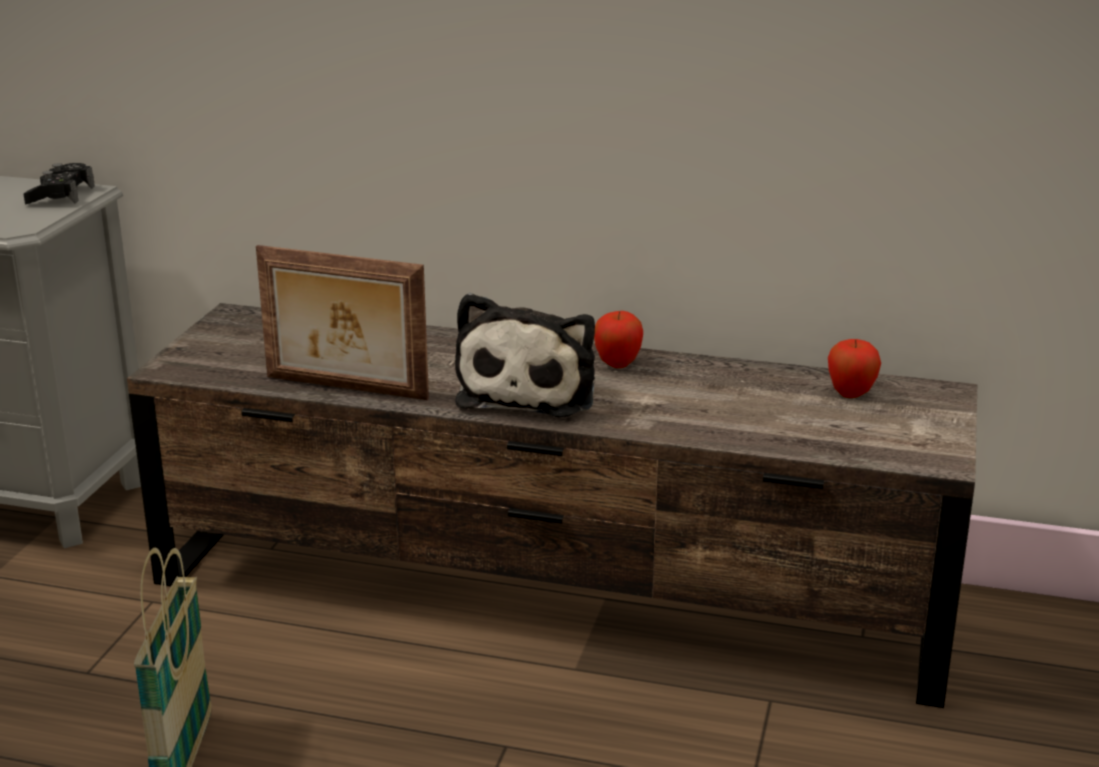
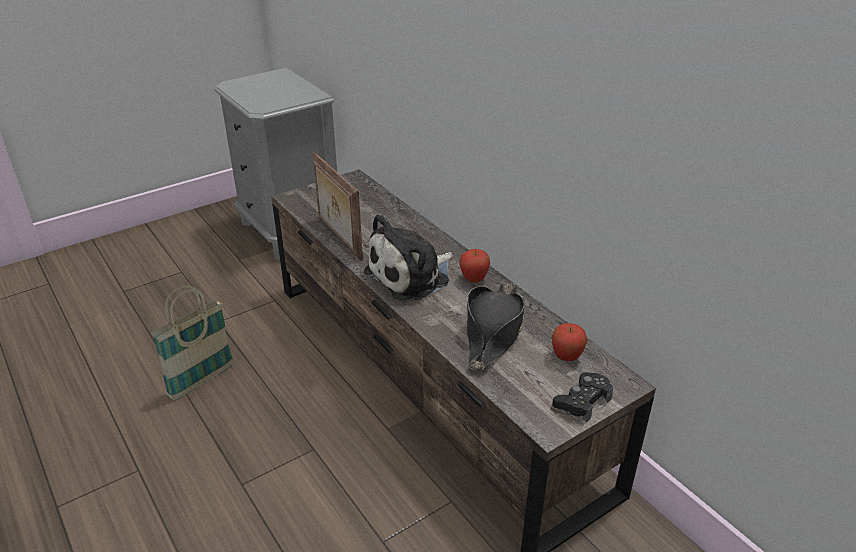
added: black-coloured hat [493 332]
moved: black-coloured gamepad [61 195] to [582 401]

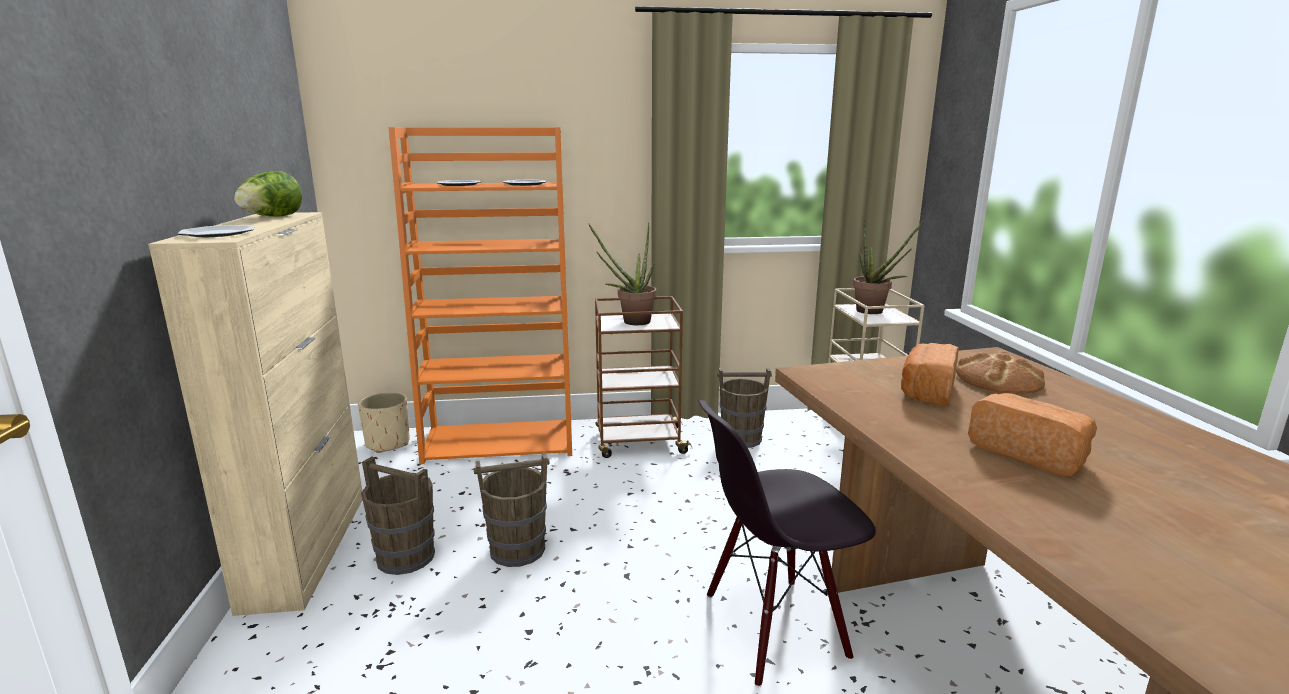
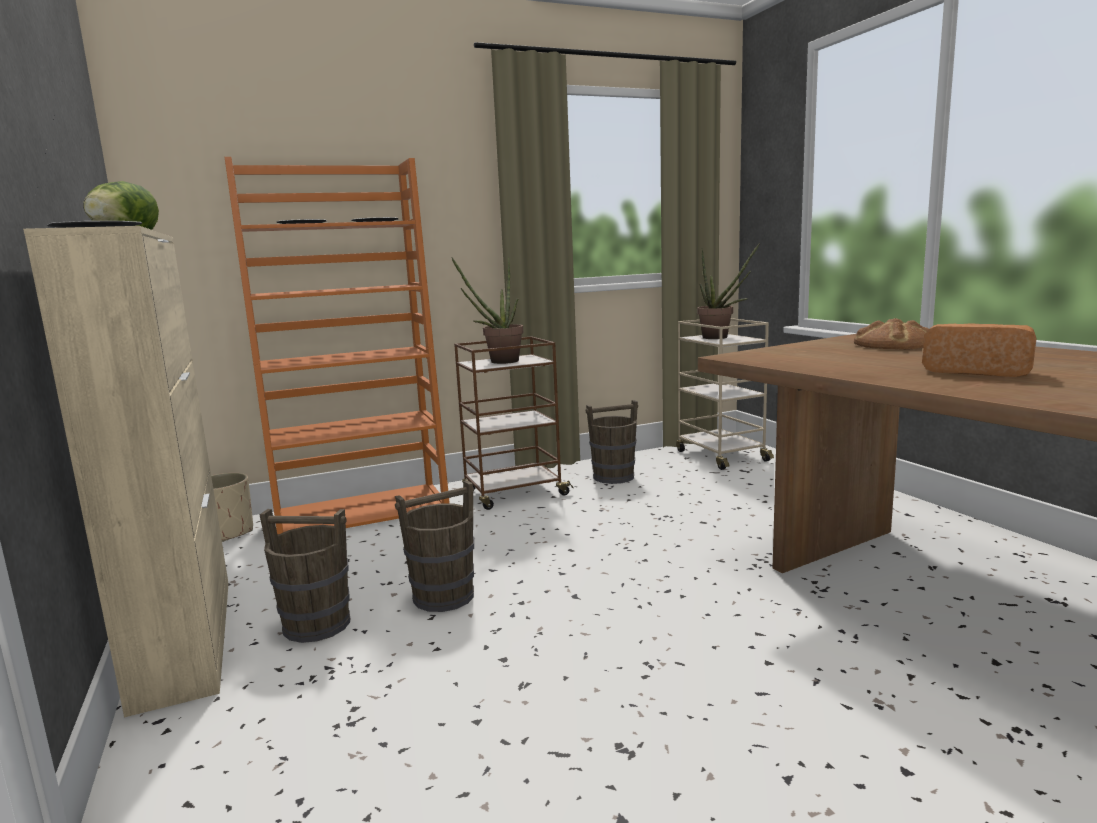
removed: bread [926 391]; black-coloured chair [774 628]

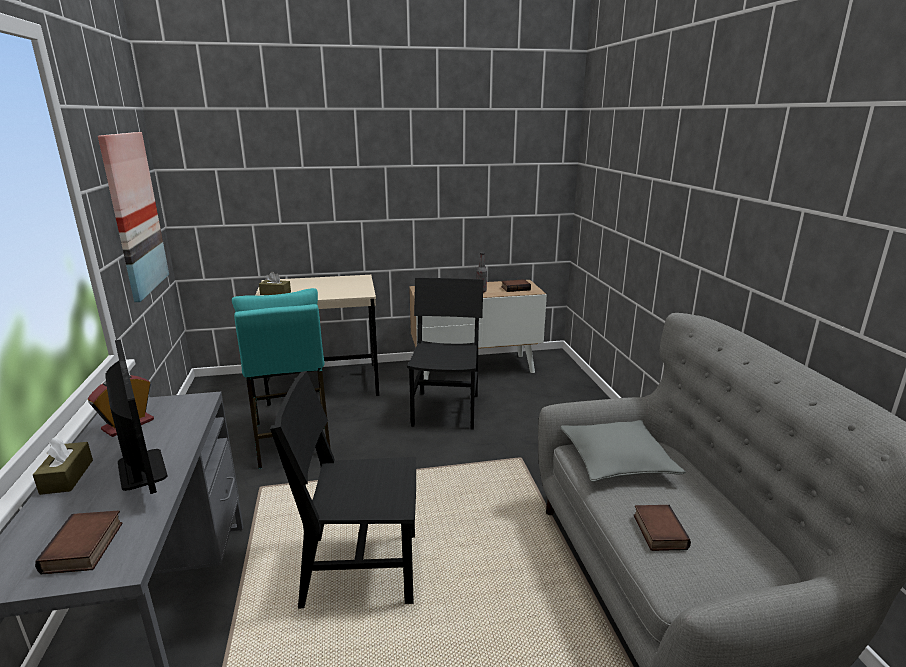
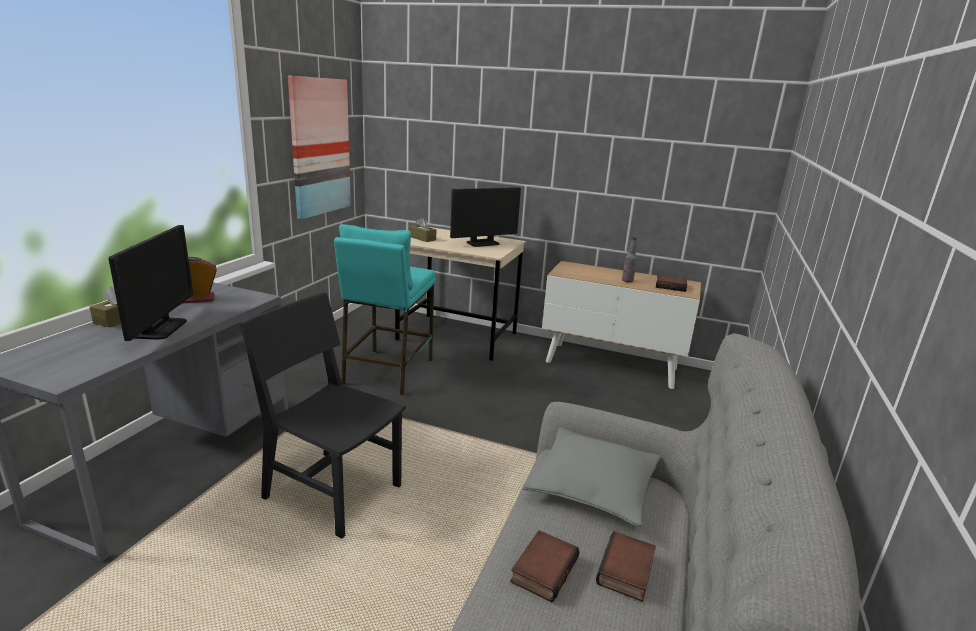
removed: black-coloured chair [446 410]
added: computer screen [483 243]
moved: book [85 548] to [627 572]

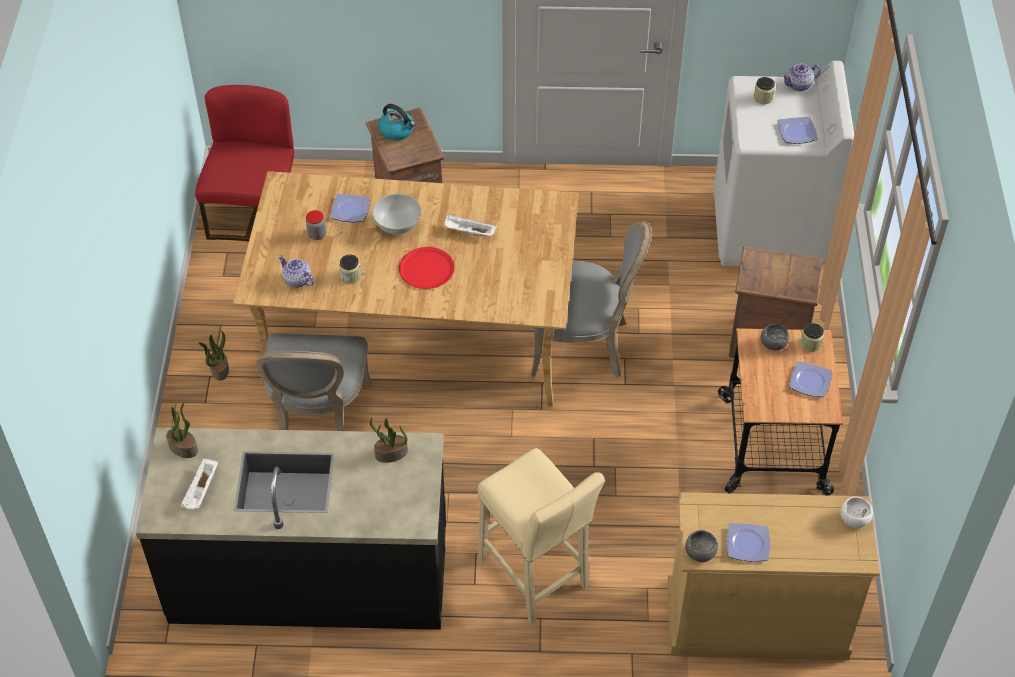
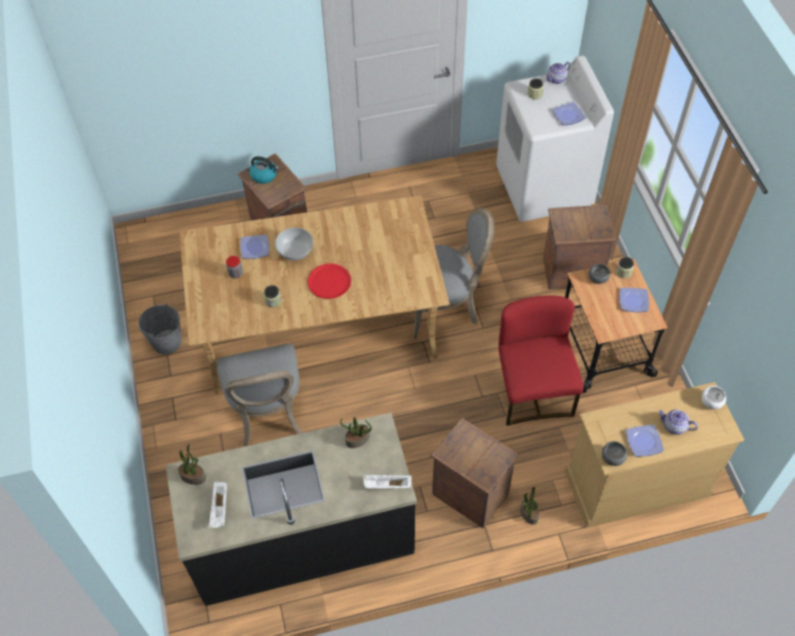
added: greyish pail [166 342]
moved: red-coloured chair [255 213] to [533 391]; white-coloured carrying tray [469 232] to [386 485]; tea pot [297 280] to [674 426]; plant in a pot [219 369] to [528 514]
replaced: sand-coloured sitting stool [535 577] to packing crate [470 494]

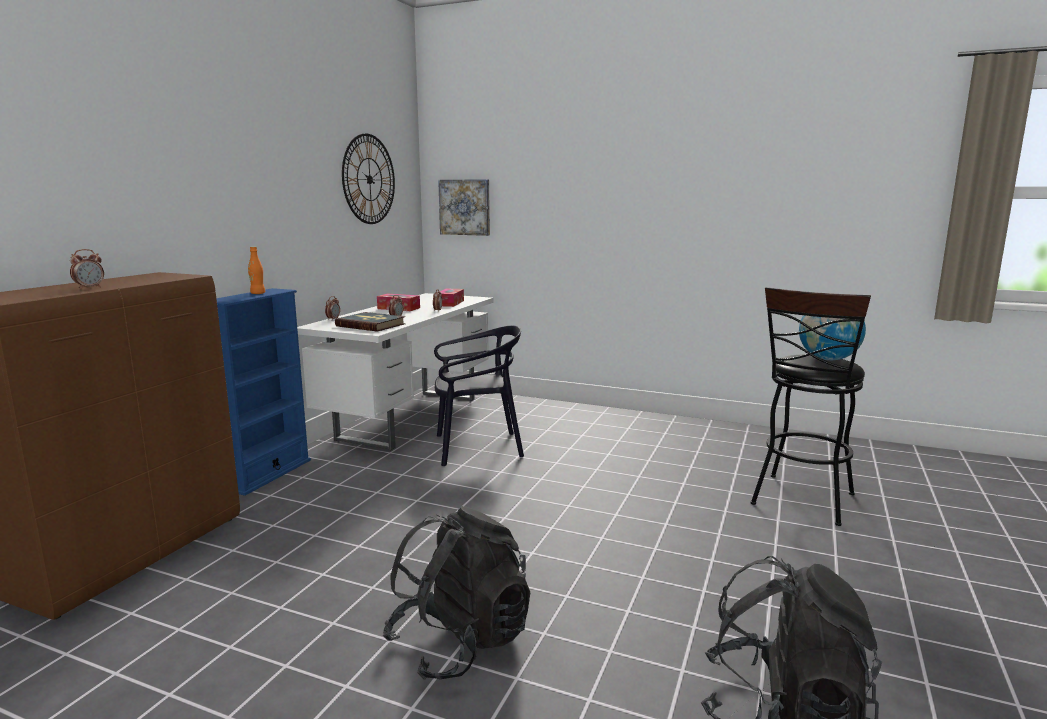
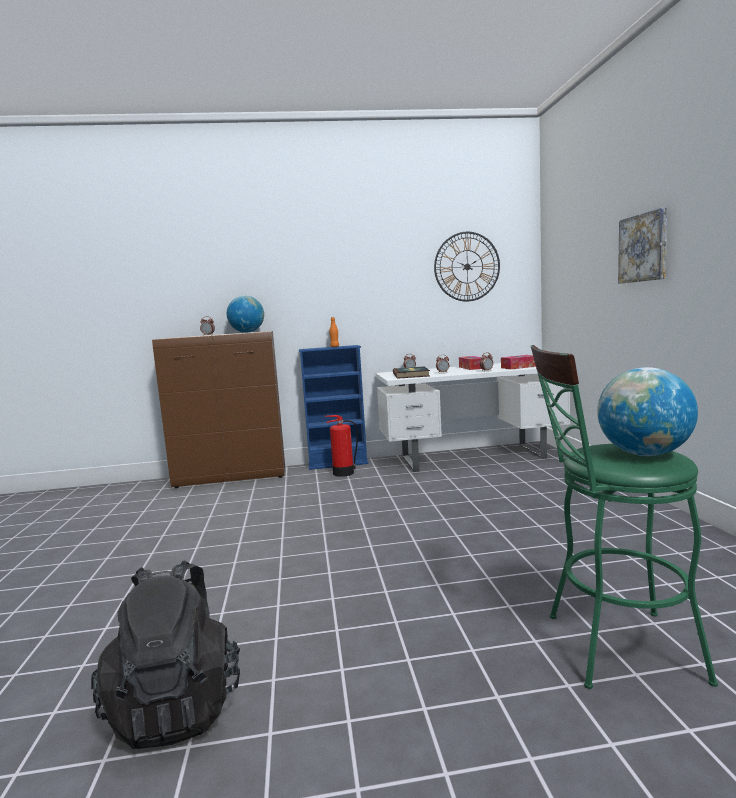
removed: black-coloured chair [477 447]; black-coloured knapsack [460 642]
added: globe [247 332]; fire-fighting cylinder [343 473]
moved: picture [465 207] to [643 248]
recoloured: black-coloured sitting stool [801 502] to green-coloured sitting stool [610 647]

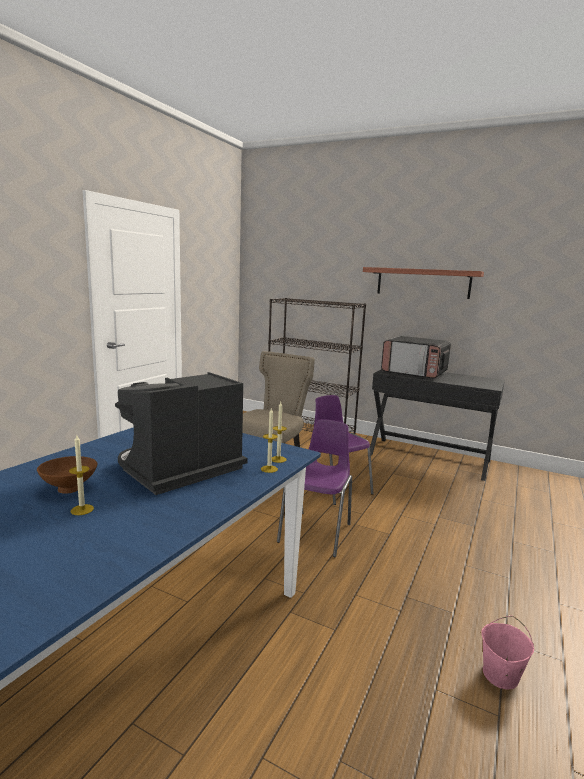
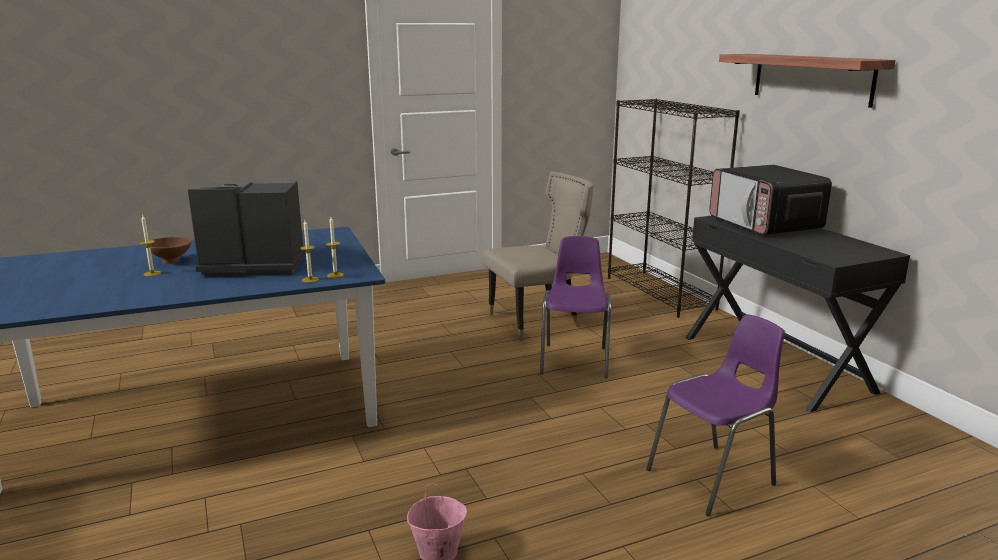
moved: purple-coloured chair [317 532] to [714 477]

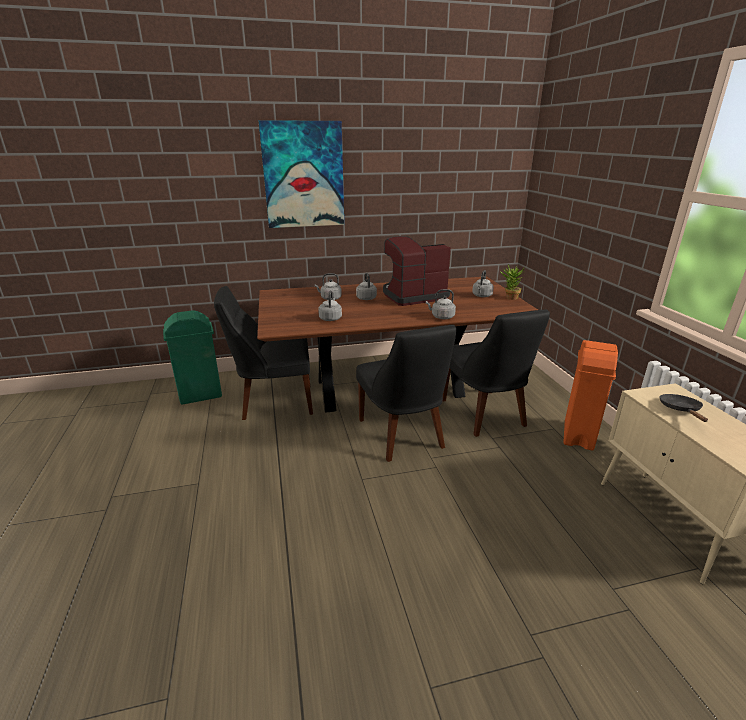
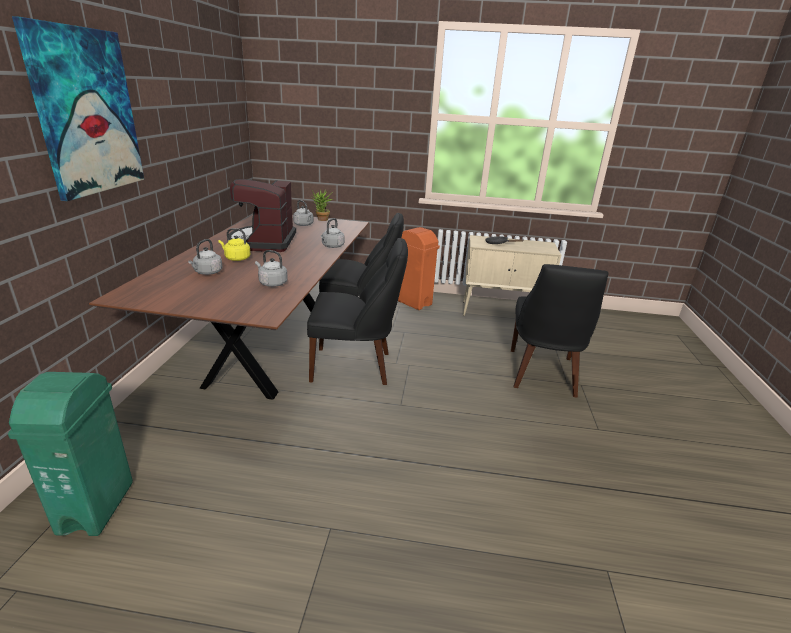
moved: black-coloured chair [274 402] to [542 374]
recoloured: greyish tea kettle [366 298] to yellow-coloured tea kettle [236 258]

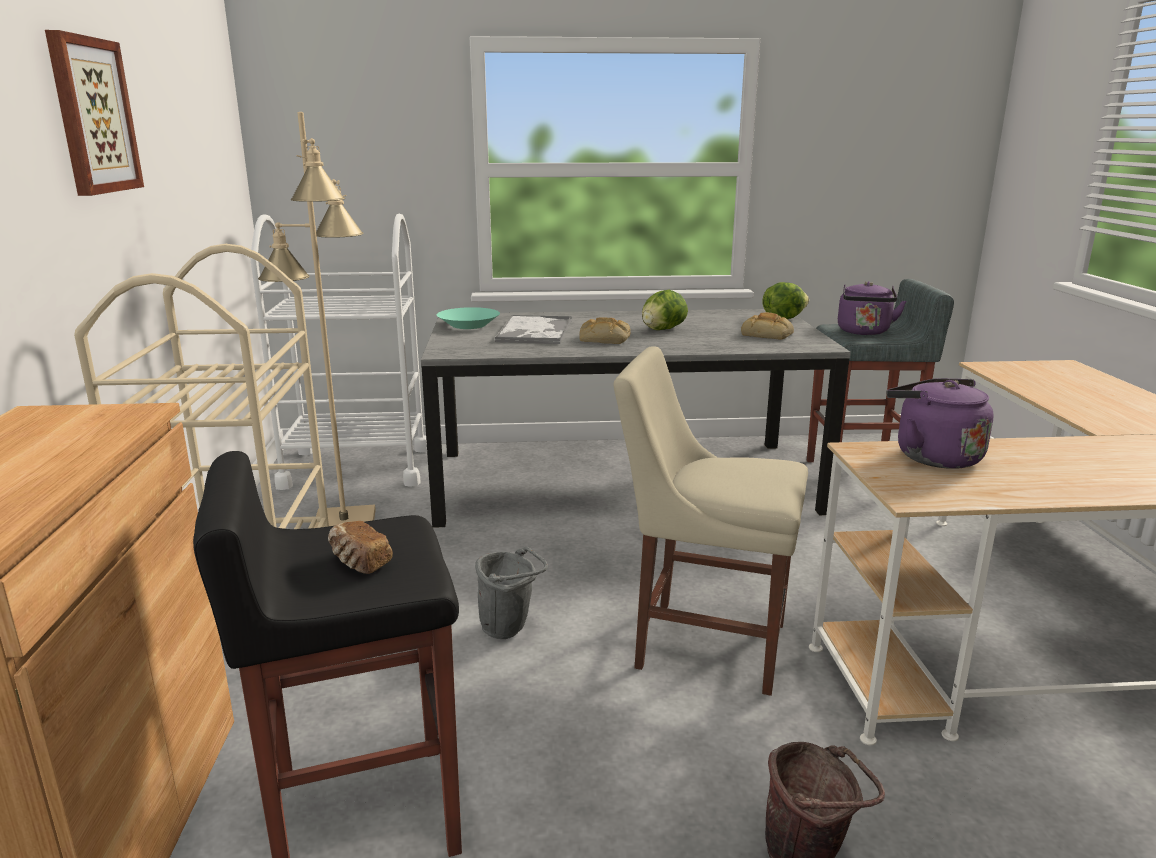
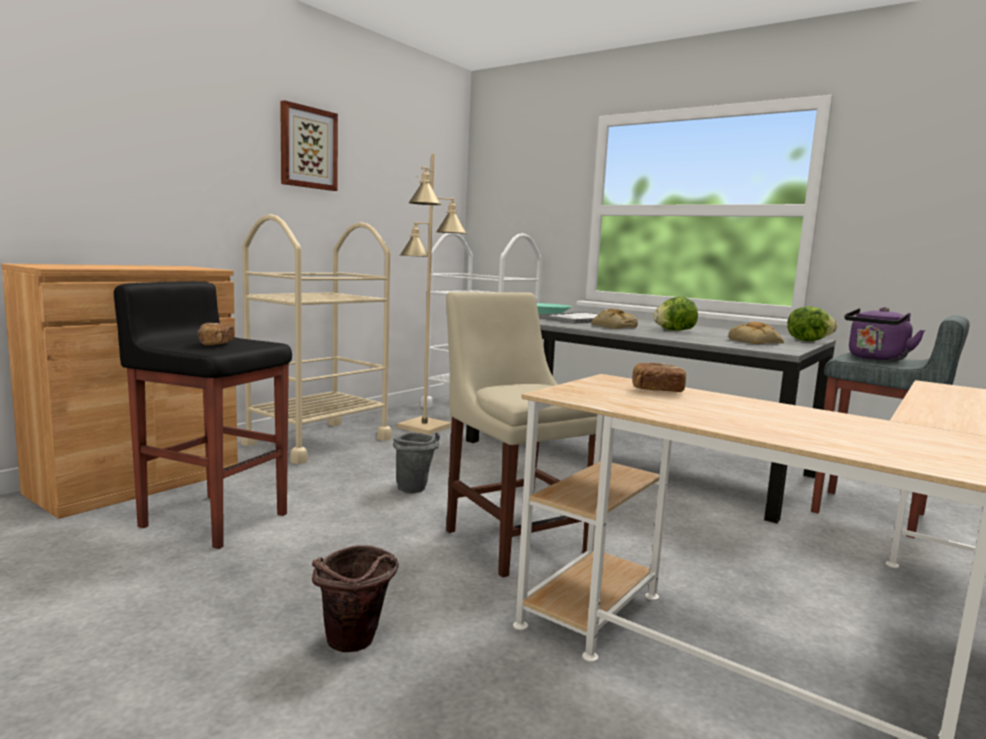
replaced: purple-coloured tea kettle [932 456] to bread [658 391]

